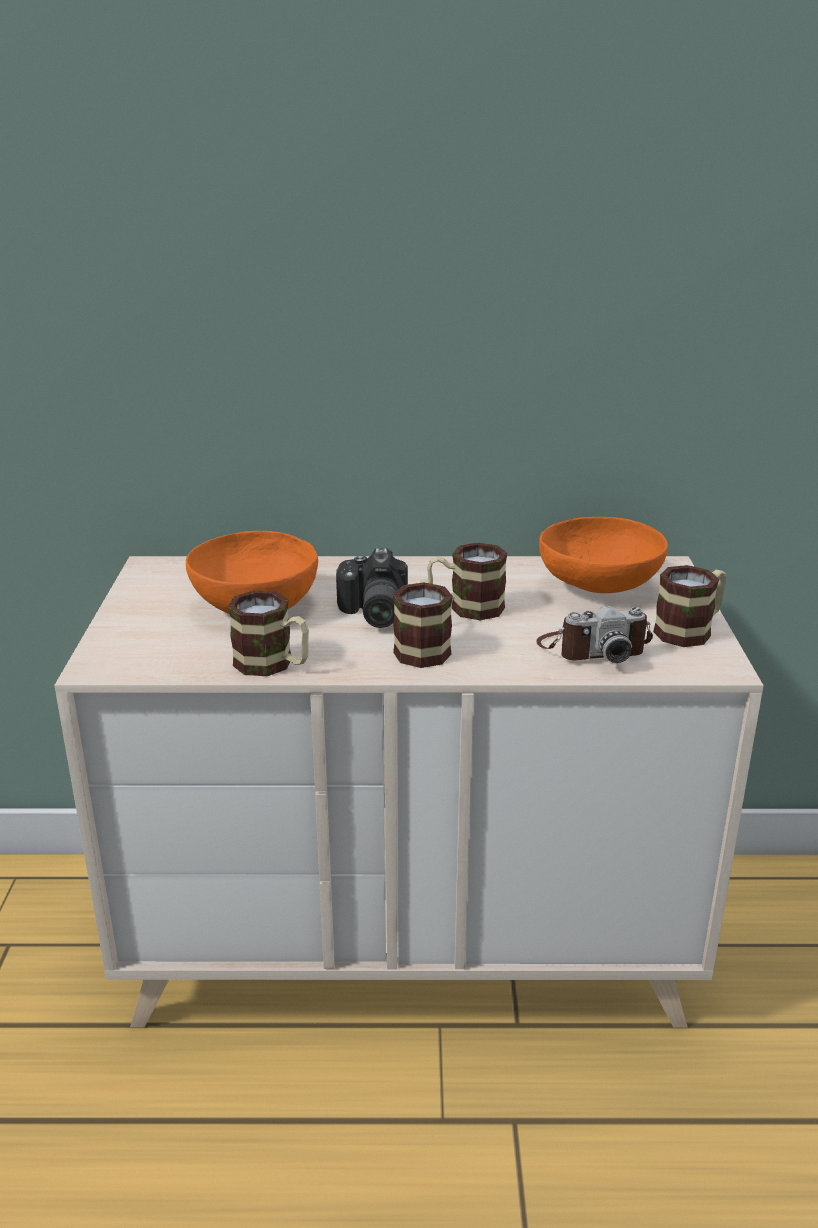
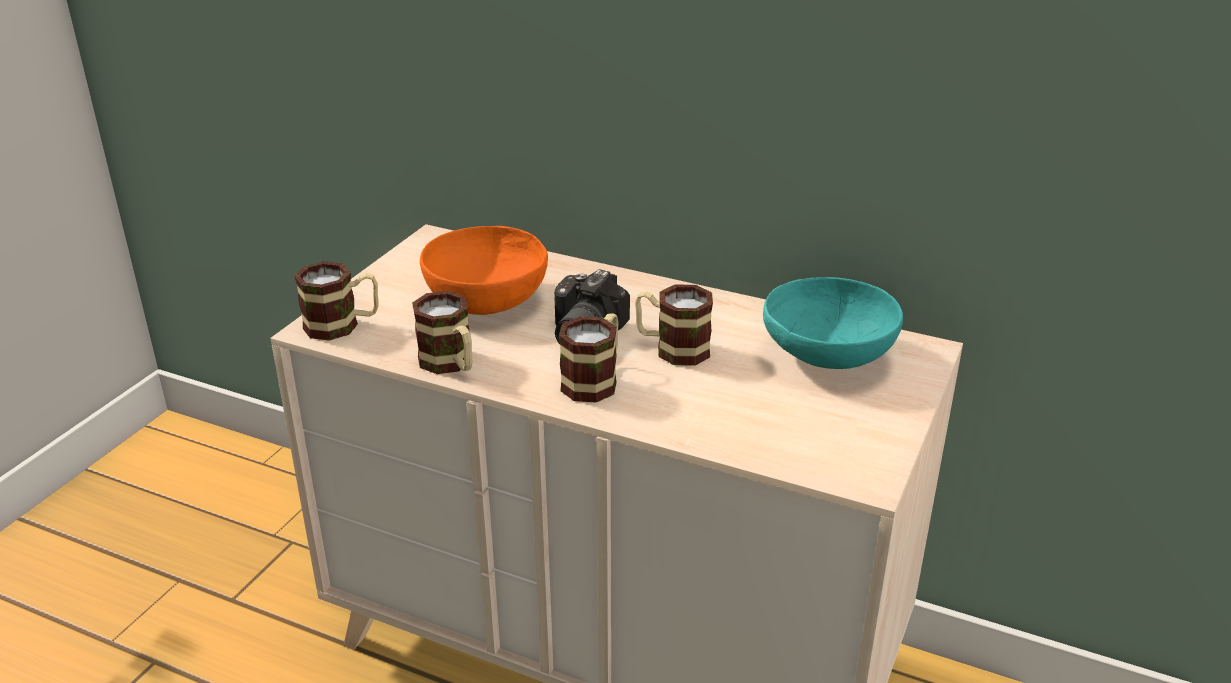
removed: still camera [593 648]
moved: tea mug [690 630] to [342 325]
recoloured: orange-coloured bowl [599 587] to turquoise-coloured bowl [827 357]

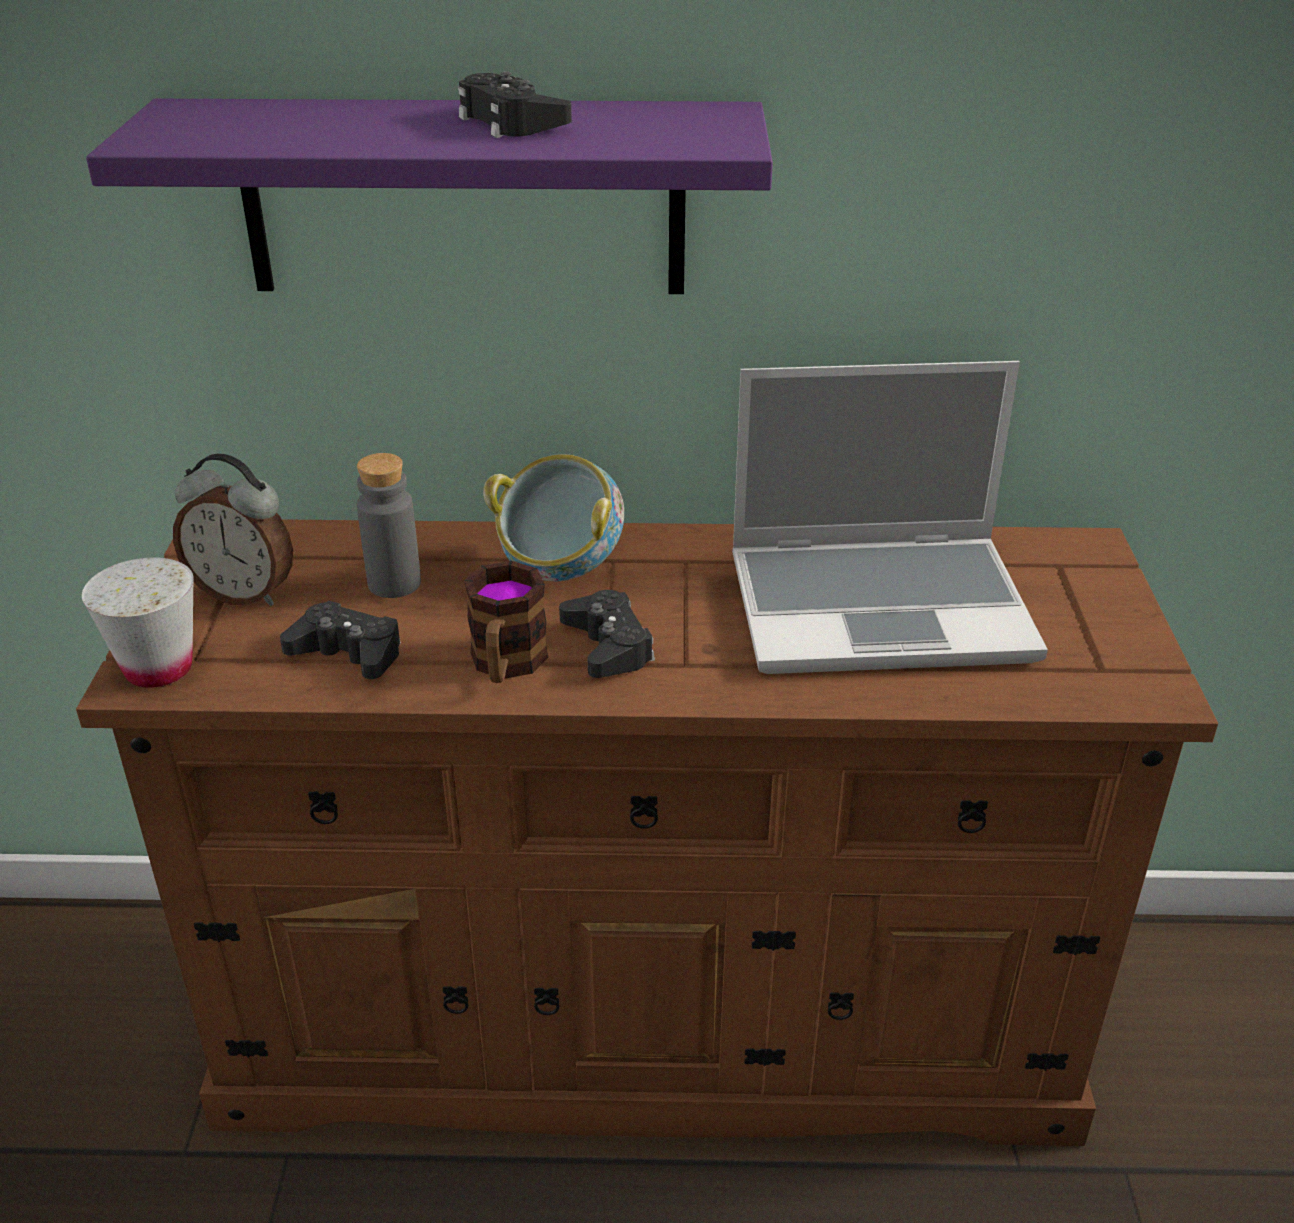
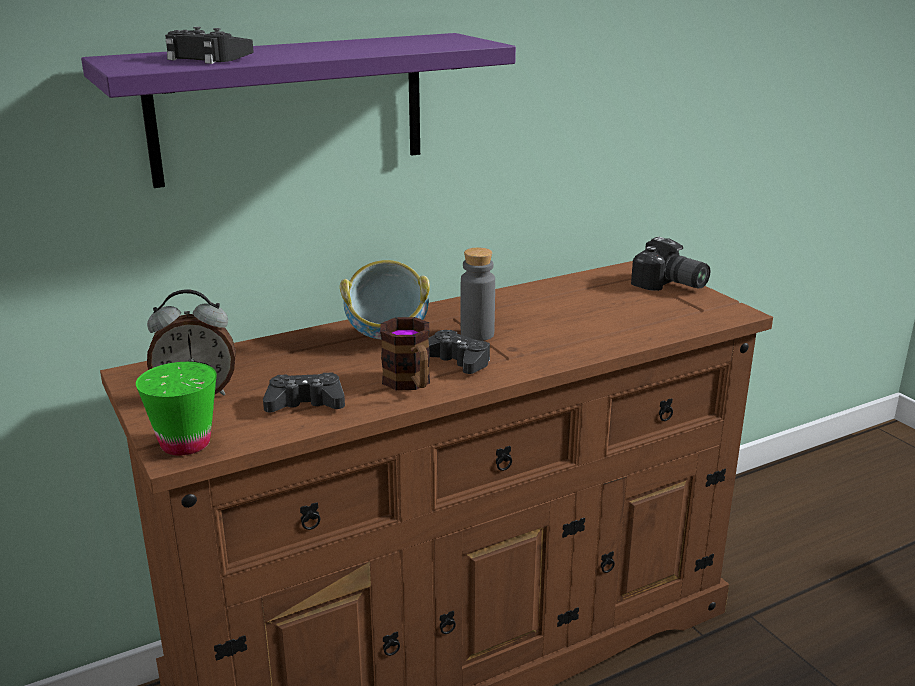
removed: notebook computer [882 606]
added: still camera [669 285]
moved: black-coloured gamepad [511 121] to [207 58]; greyish drink bottle [394 583] to [477 334]
recoloured: white-coloured drinking cup [158 669] to green-coloured drinking cup [185 443]

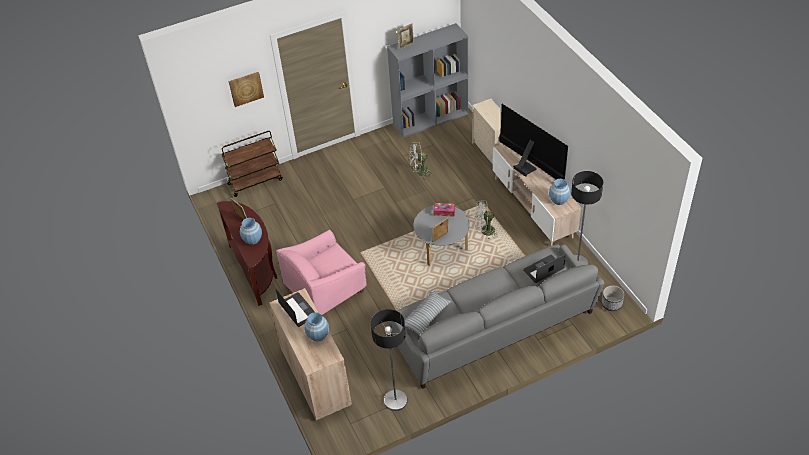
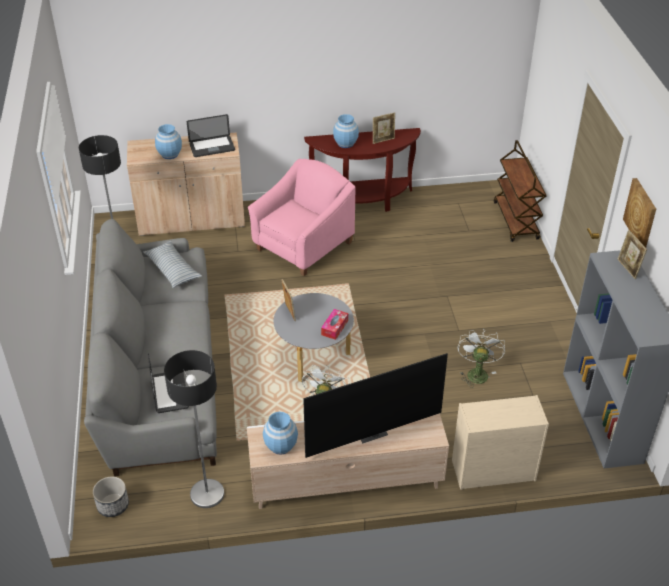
moved: picture [246 88] to [641 214]
turned: pink armchair [326 290] = [303 246] 60 degrees clockwise

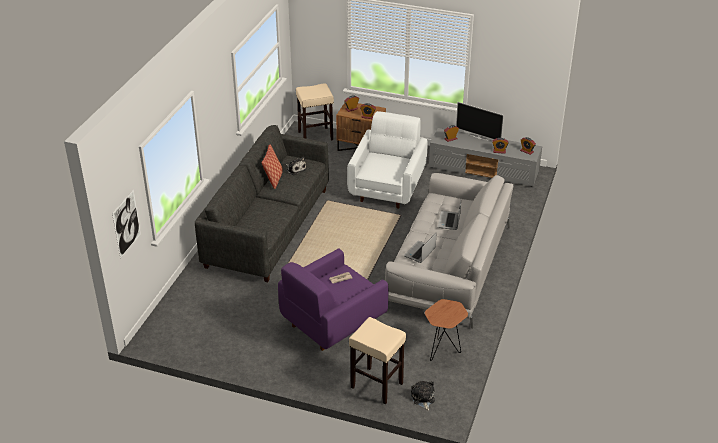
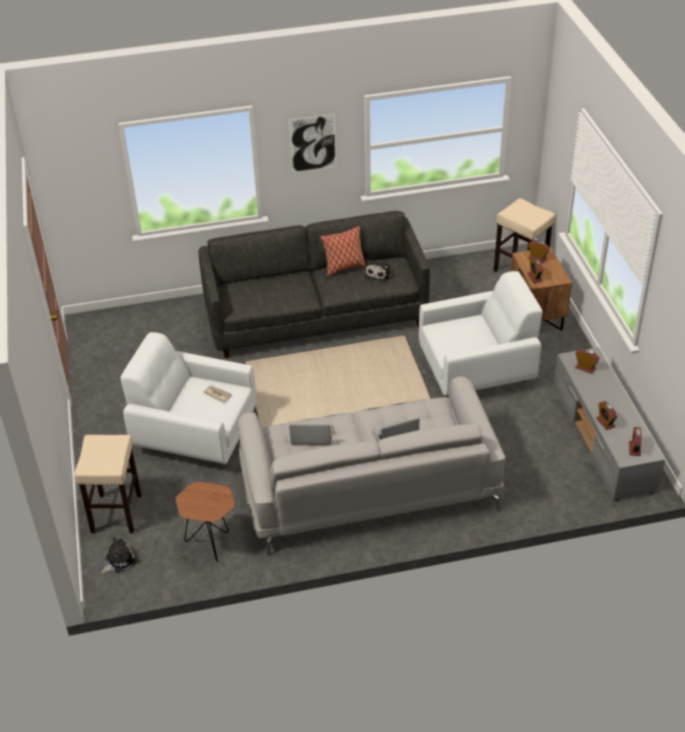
removed: TV [478 137]
moved: picture [126 223] to [313 143]
recoloured: purple-coloured armchair [333 322] to white-coloured armchair [195 435]

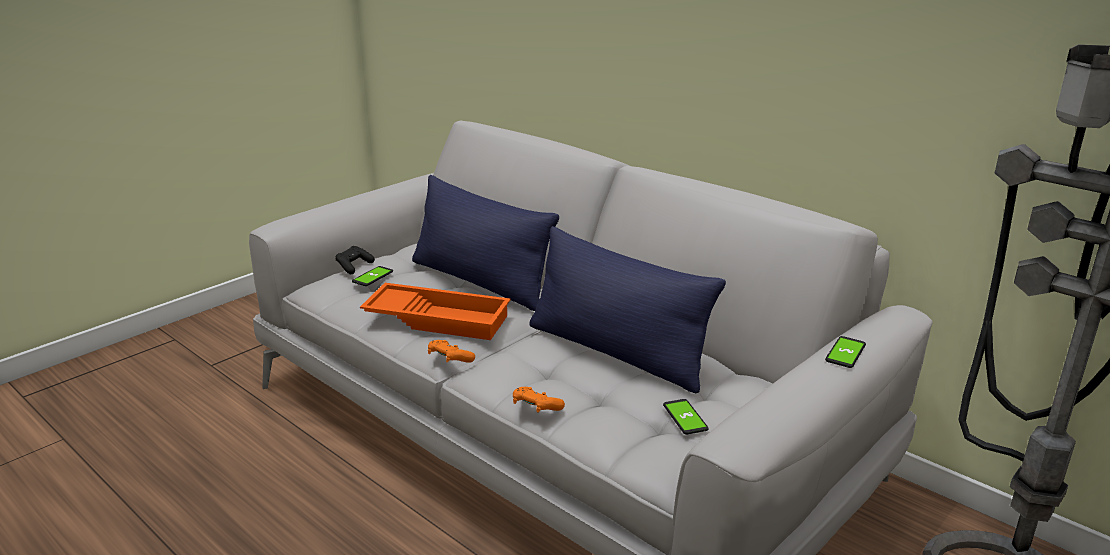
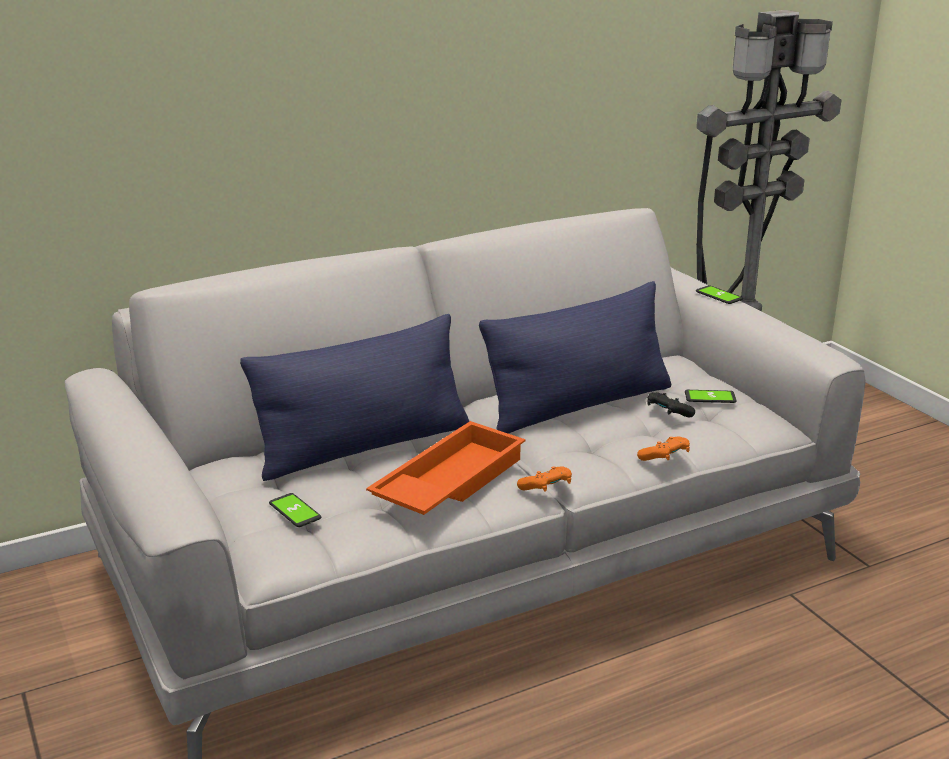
moved: black-coloured gamepad [354 266] to [668 413]

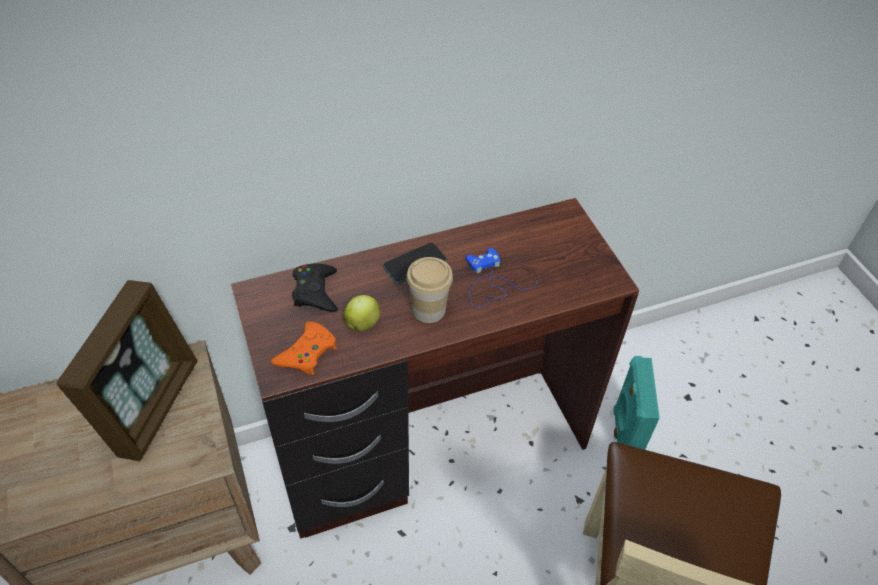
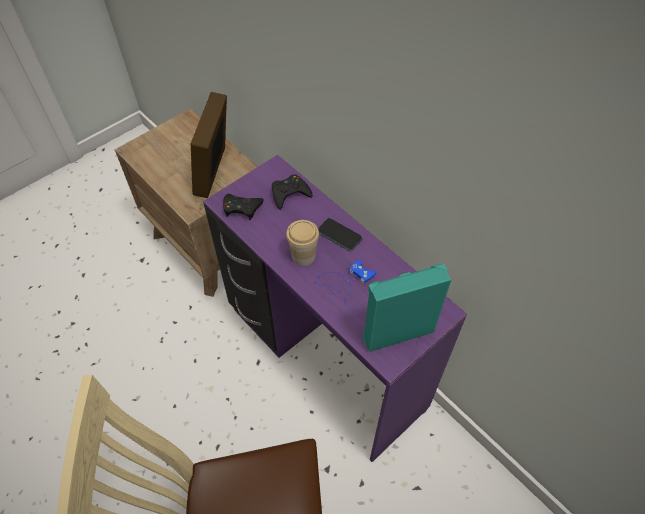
removed: apple fruit [363 323]
moved: turquoise-coloured speaker [623 437] to [397 332]
recoloured: brown desk [432 449] to purple-coloured desk [324 358]; orange-coloured gamepad [307 353] to black-coloured gamepad [242 208]
turned: picture frame [151 405] = [214 172] 105 degrees clockwise

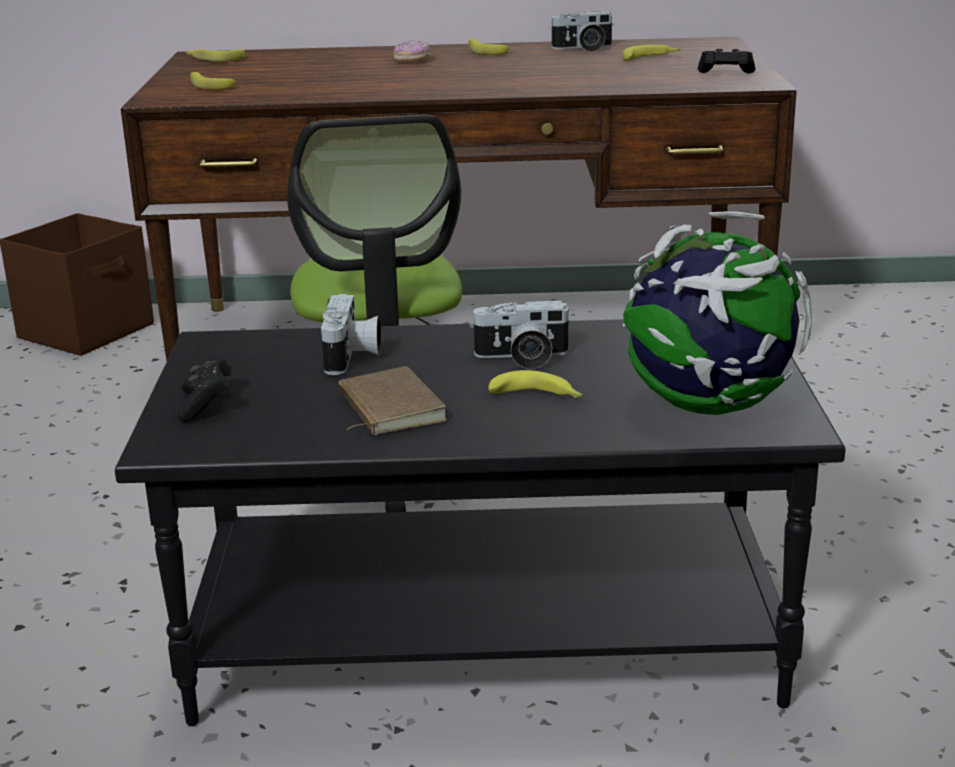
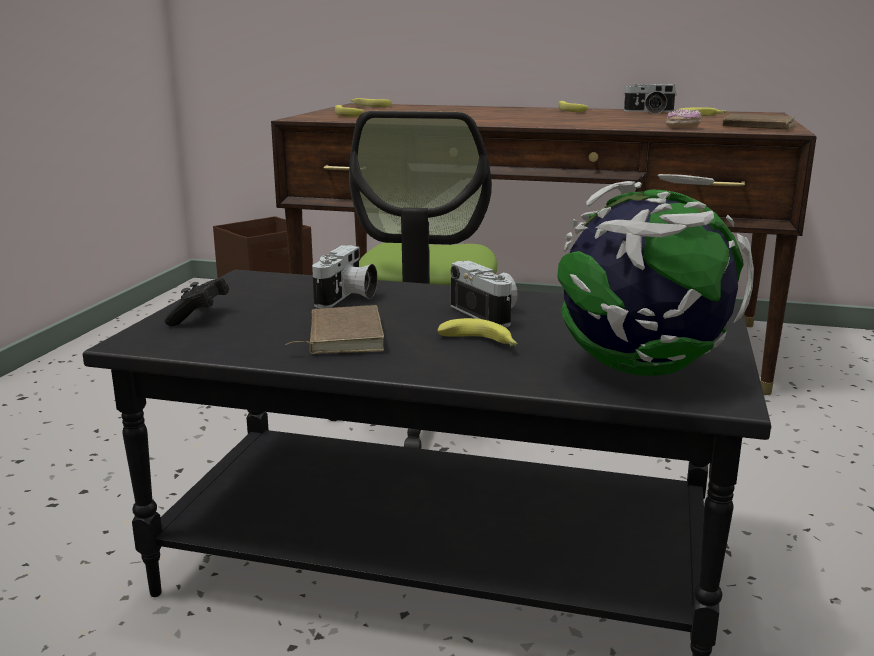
moved: doughnut [412 61] to [682 127]
replaced: black-coloured gamepad [725 75] to brown book [757 126]
turned: still camera [522 358] = [489 314] 135 degrees counterclockwise

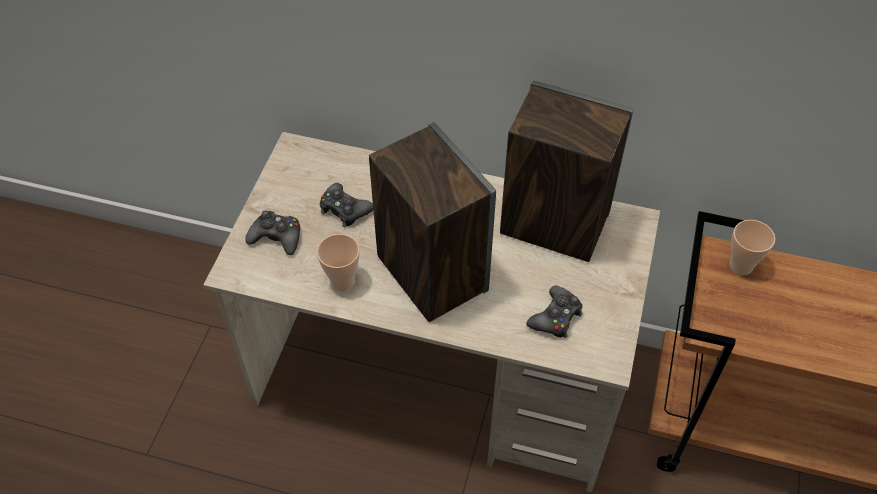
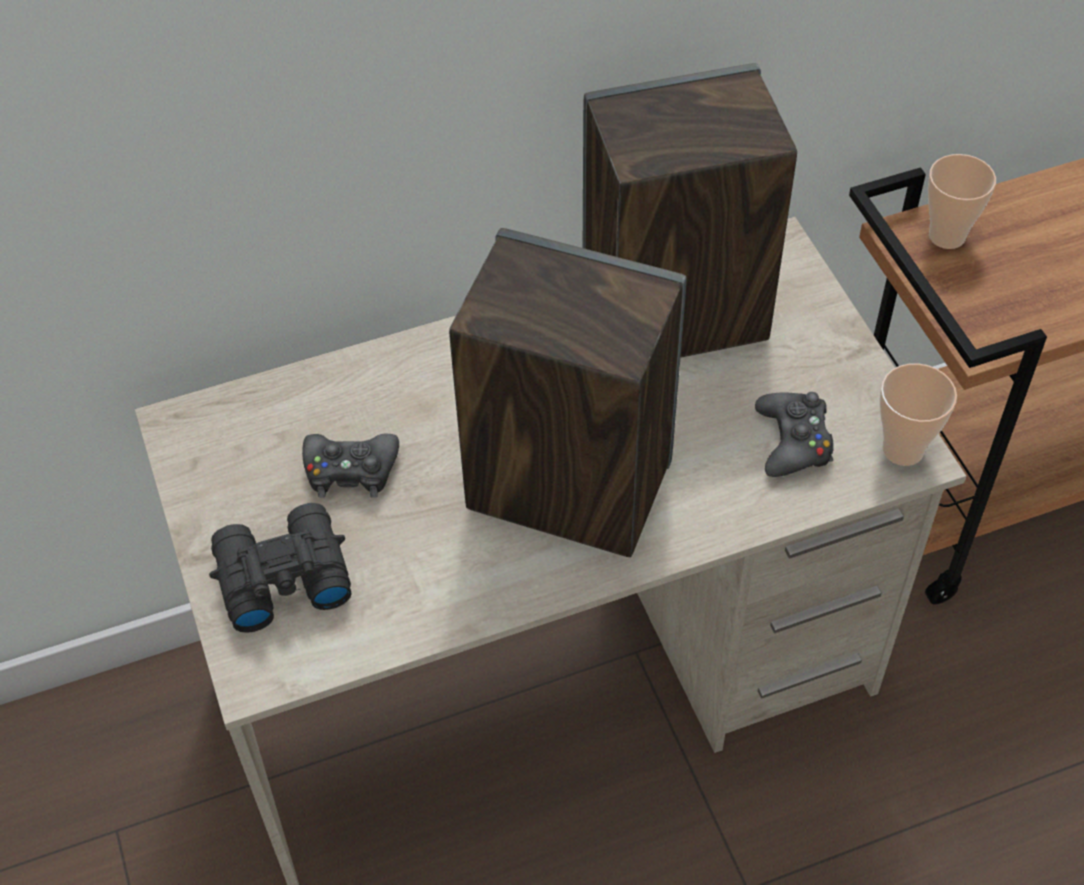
moved: drinking cup [342 281] to [903 449]
replaced: black-coloured gamepad [277 237] to black-coloured binoculars [280 576]

